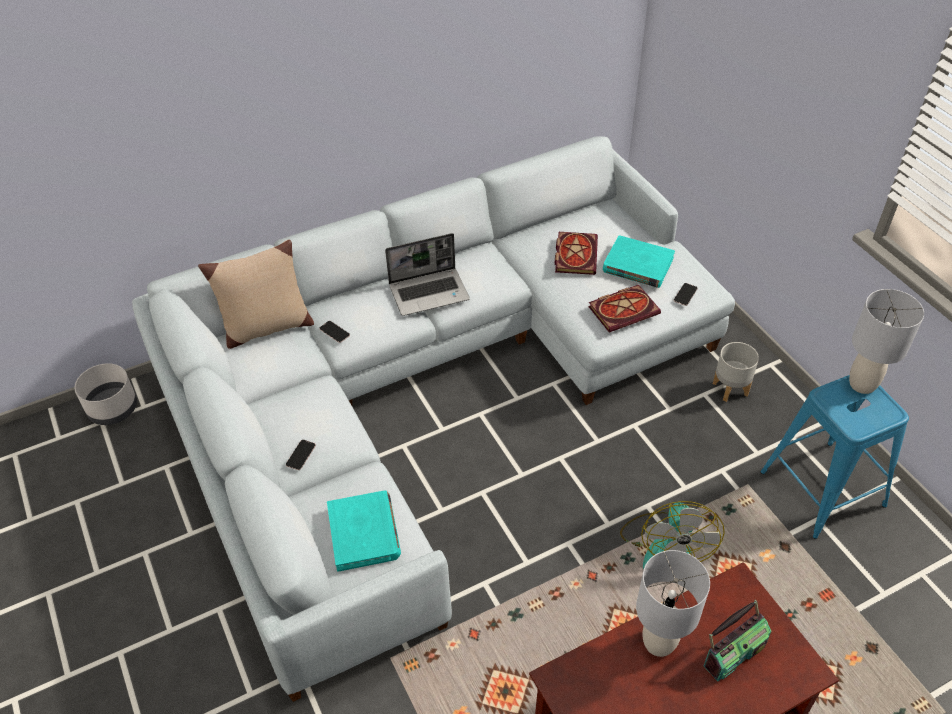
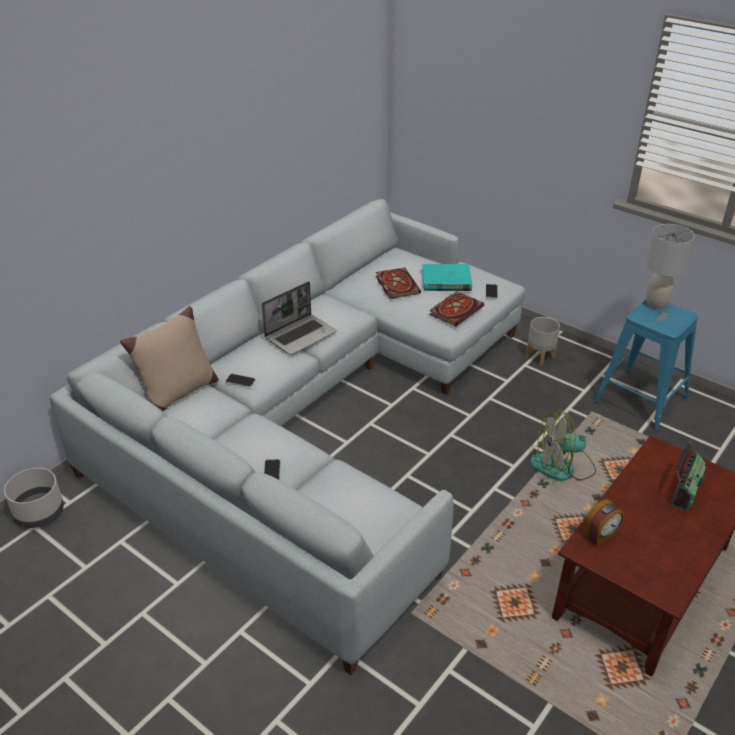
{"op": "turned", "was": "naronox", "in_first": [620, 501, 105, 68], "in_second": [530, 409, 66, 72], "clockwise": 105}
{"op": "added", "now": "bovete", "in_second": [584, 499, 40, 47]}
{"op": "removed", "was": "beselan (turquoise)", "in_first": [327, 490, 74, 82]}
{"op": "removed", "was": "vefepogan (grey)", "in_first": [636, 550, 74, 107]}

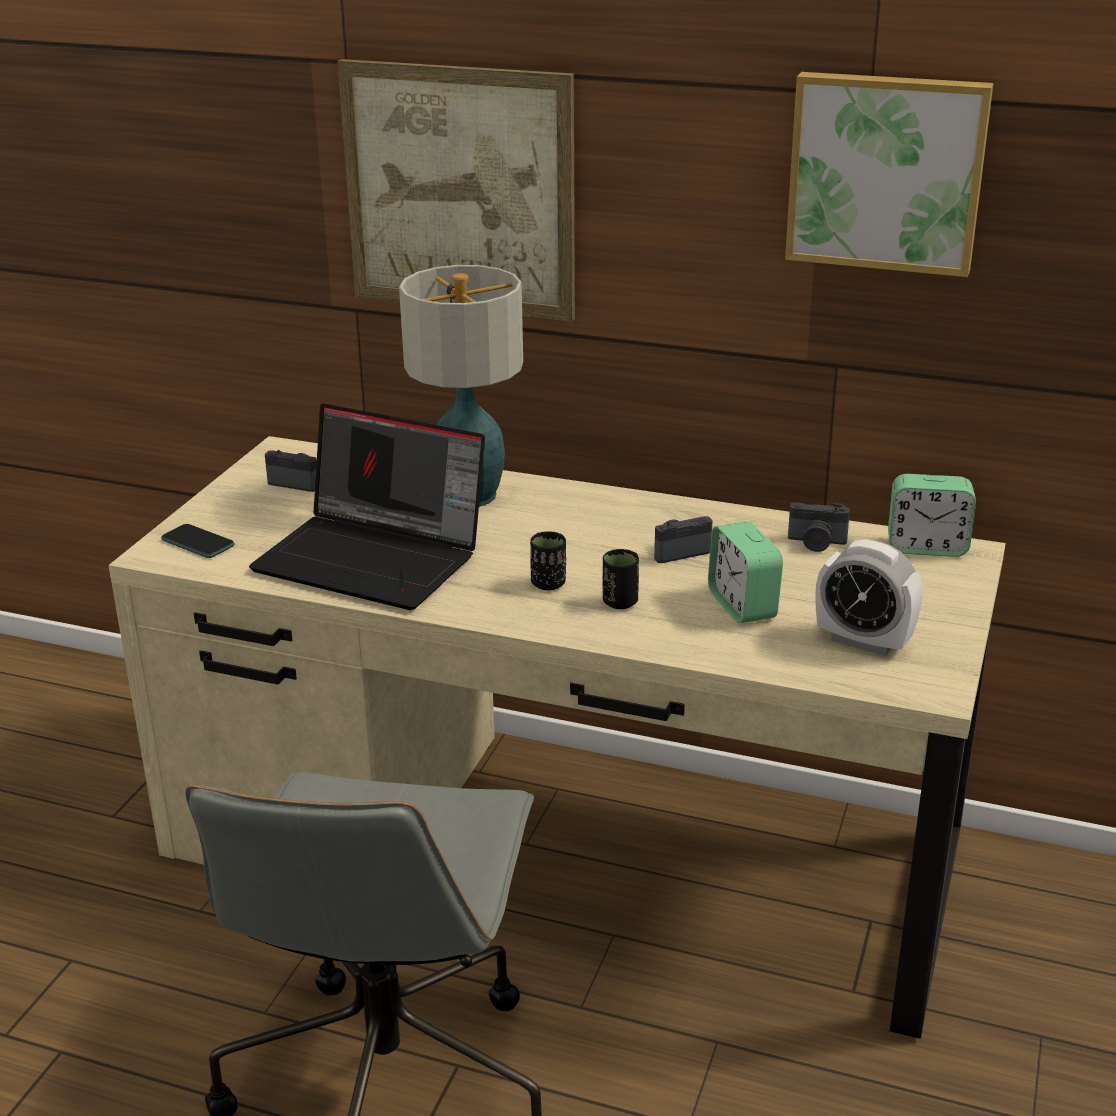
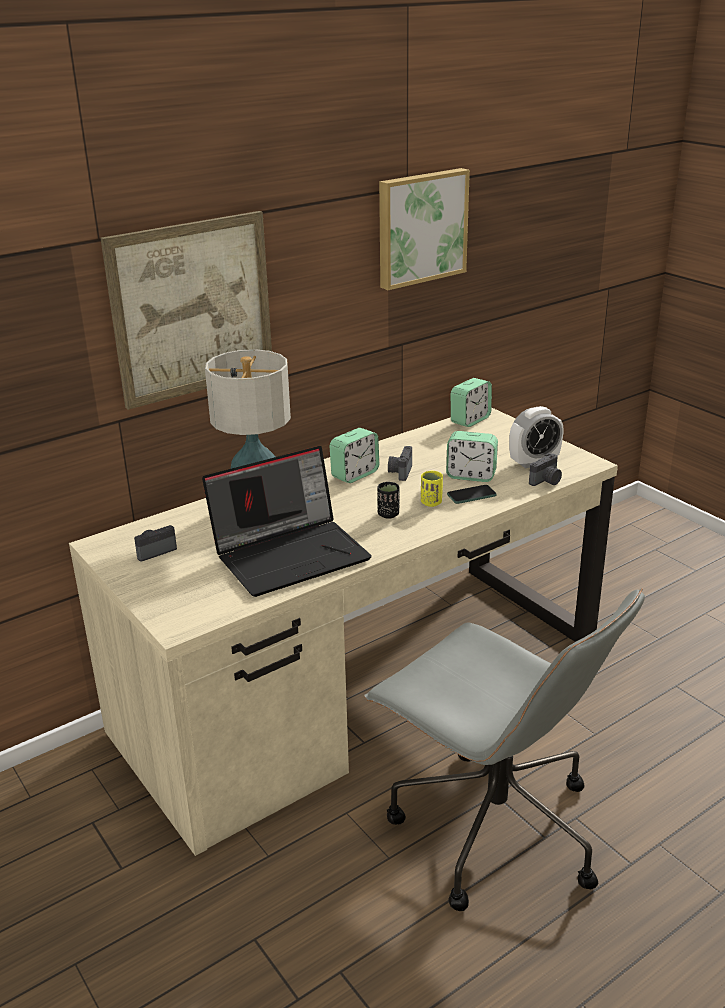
{"op": "added", "now": "bovete", "in_second": [330, 428, 49, 55]}
{"op": "recoloured", "was": "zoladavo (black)", "now": "zoladavo (yellow)", "in_first": [602, 549, 37, 60], "in_second": [421, 471, 22, 36]}
{"op": "moved", "was": "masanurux", "in_first": [161, 524, 74, 34], "in_second": [447, 485, 50, 19]}
{"op": "moved", "was": "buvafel", "in_first": [788, 502, 62, 50], "in_second": [529, 453, 33, 33]}

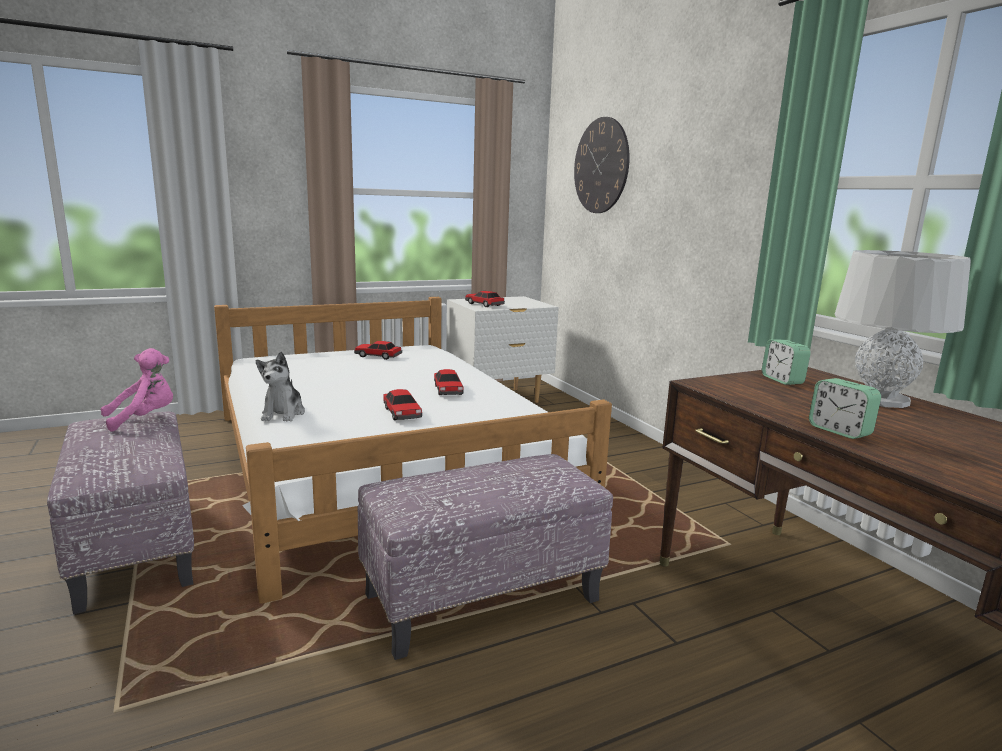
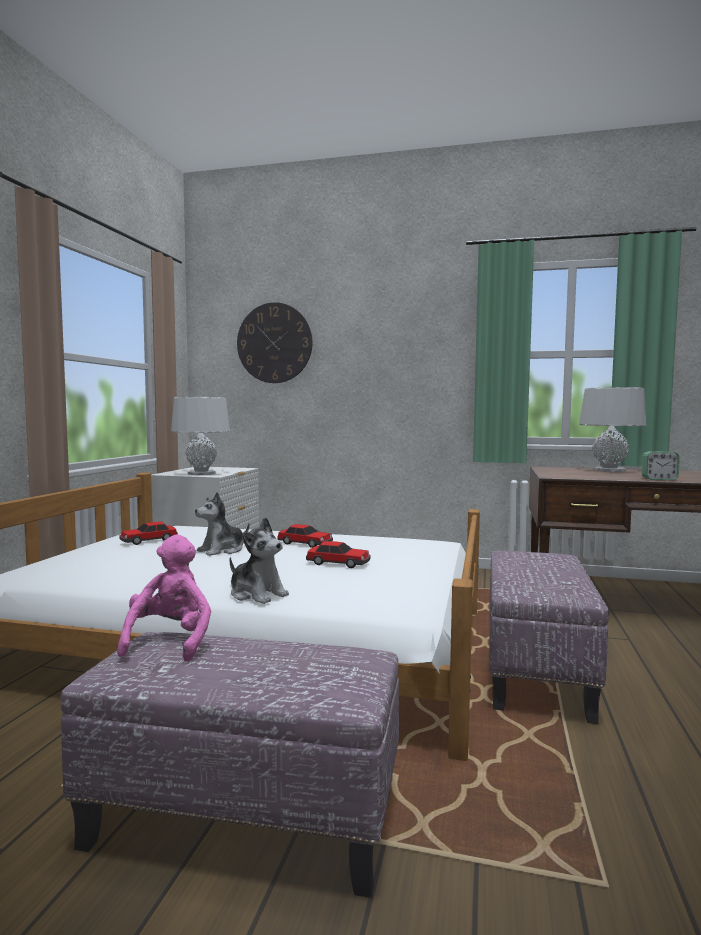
{"op": "replaced", "was": "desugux", "now": "vefepogan (grey)", "in_first": [465, 291, 40, 16], "in_second": [171, 397, 59, 78]}
{"op": "added", "now": "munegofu", "in_second": [195, 492, 55, 64]}
{"op": "removed", "was": "bovete", "in_first": [762, 339, 49, 46]}

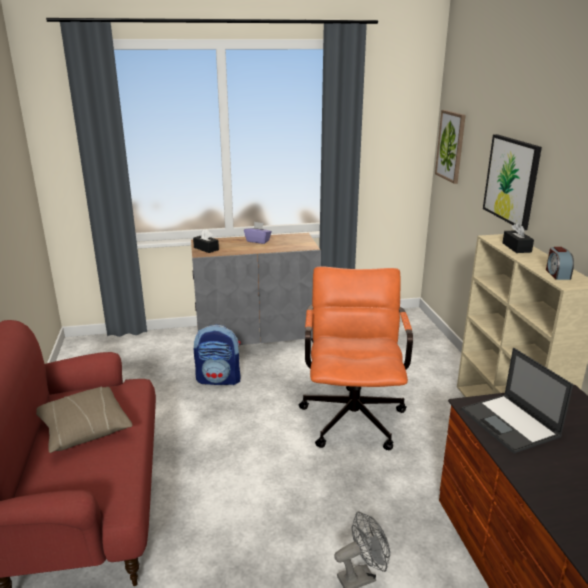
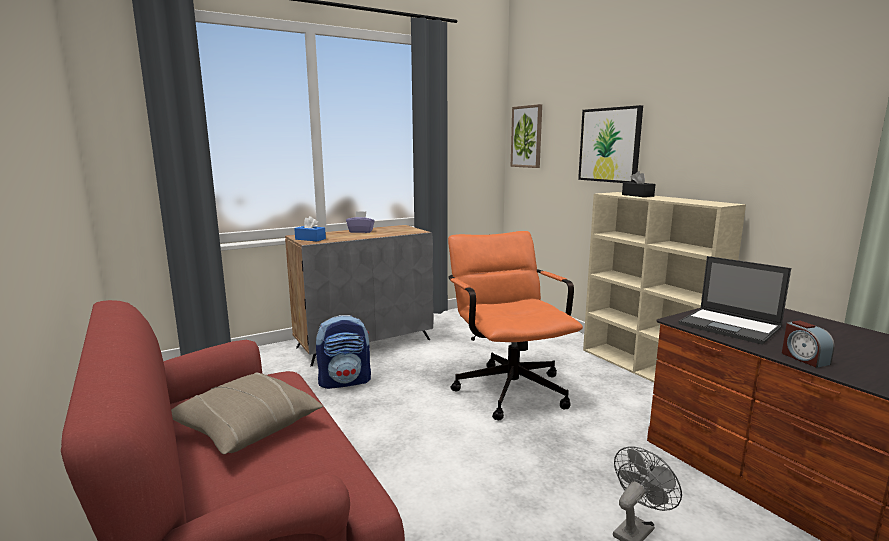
{"op": "recoloured", "was": "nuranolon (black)", "now": "nuranolon (blue)", "in_first": [193, 229, 26, 24], "in_second": [294, 216, 32, 25]}
{"op": "moved", "was": "bovete", "in_first": [546, 247, 28, 33], "in_second": [782, 320, 53, 48]}

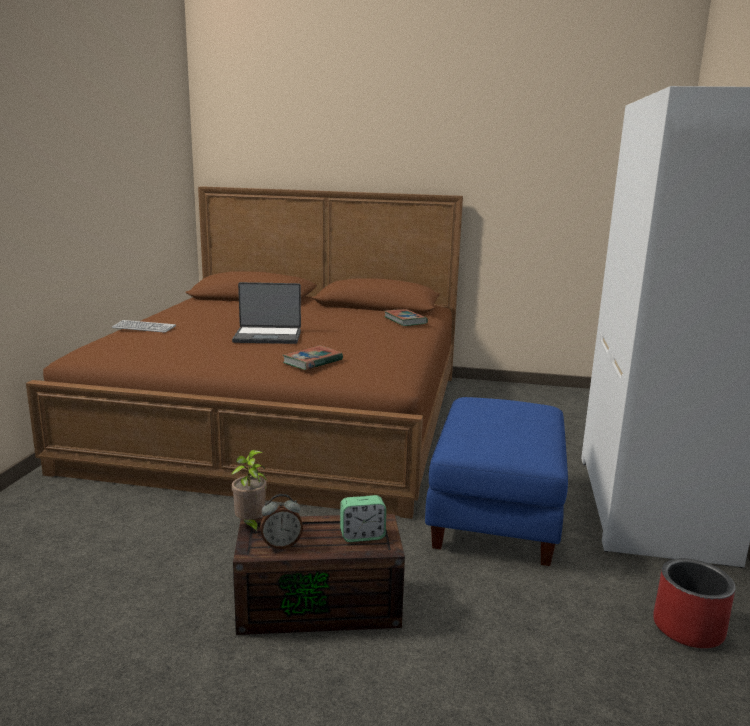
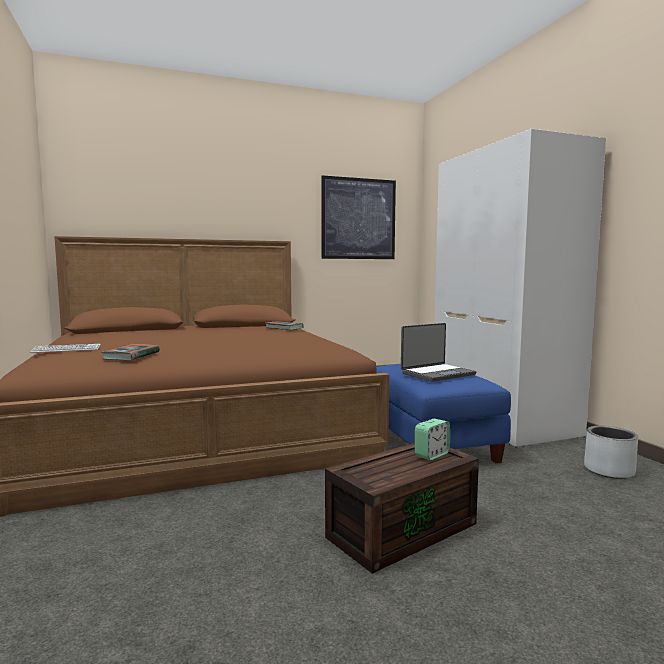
{"op": "moved", "was": "beselan", "in_first": [283, 345, 60, 25], "in_second": [102, 344, 58, 16]}
{"op": "added", "now": "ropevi", "in_second": [321, 175, 75, 84]}
{"op": "moved", "was": "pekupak", "in_first": [232, 282, 69, 62], "in_second": [401, 323, 75, 59]}
{"op": "recoloured", "was": "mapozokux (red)", "now": "mapozokux (grey)", "in_first": [653, 558, 83, 90], "in_second": [584, 426, 54, 53]}
{"op": "removed", "was": "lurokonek", "in_first": [230, 450, 37, 85]}
{"op": "removed", "was": "bovete", "in_first": [260, 494, 43, 55]}

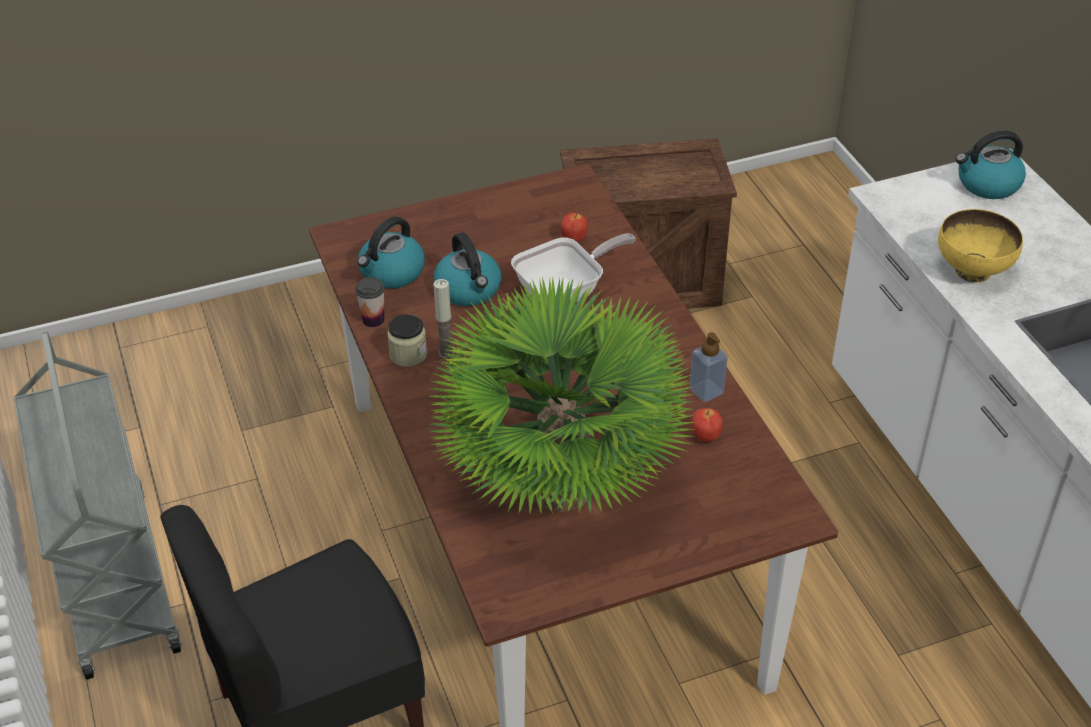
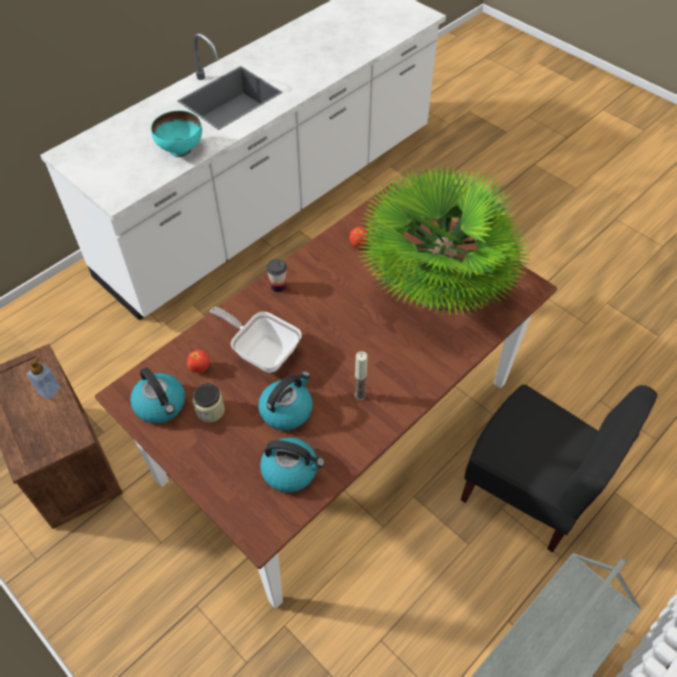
{"op": "moved", "was": "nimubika", "in_first": [689, 332, 39, 70], "in_second": [27, 356, 34, 44]}
{"op": "moved", "was": "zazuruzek", "in_first": [956, 130, 70, 69], "in_second": [130, 367, 55, 56]}
{"op": "recoloured", "was": "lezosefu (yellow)", "now": "lezosefu (turquoise)", "in_first": [938, 209, 85, 74], "in_second": [151, 111, 51, 46]}
{"op": "moved", "was": "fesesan", "in_first": [387, 314, 40, 53], "in_second": [193, 383, 32, 39]}
{"op": "moved", "was": "zoladavo", "in_first": [355, 277, 30, 50], "in_second": [266, 259, 21, 33]}

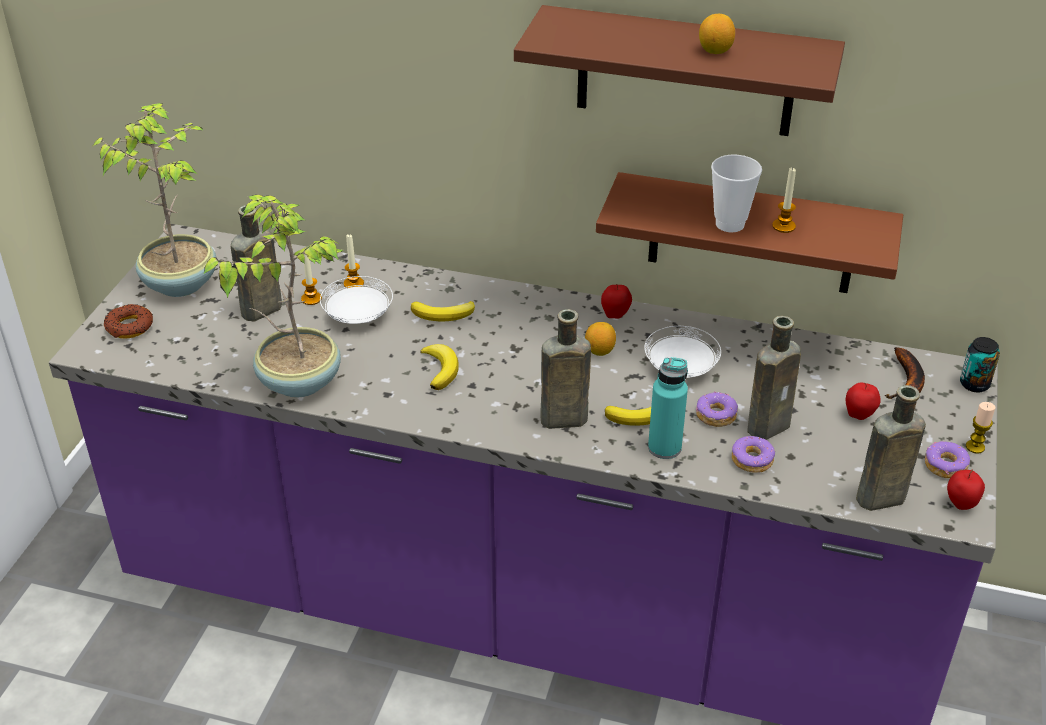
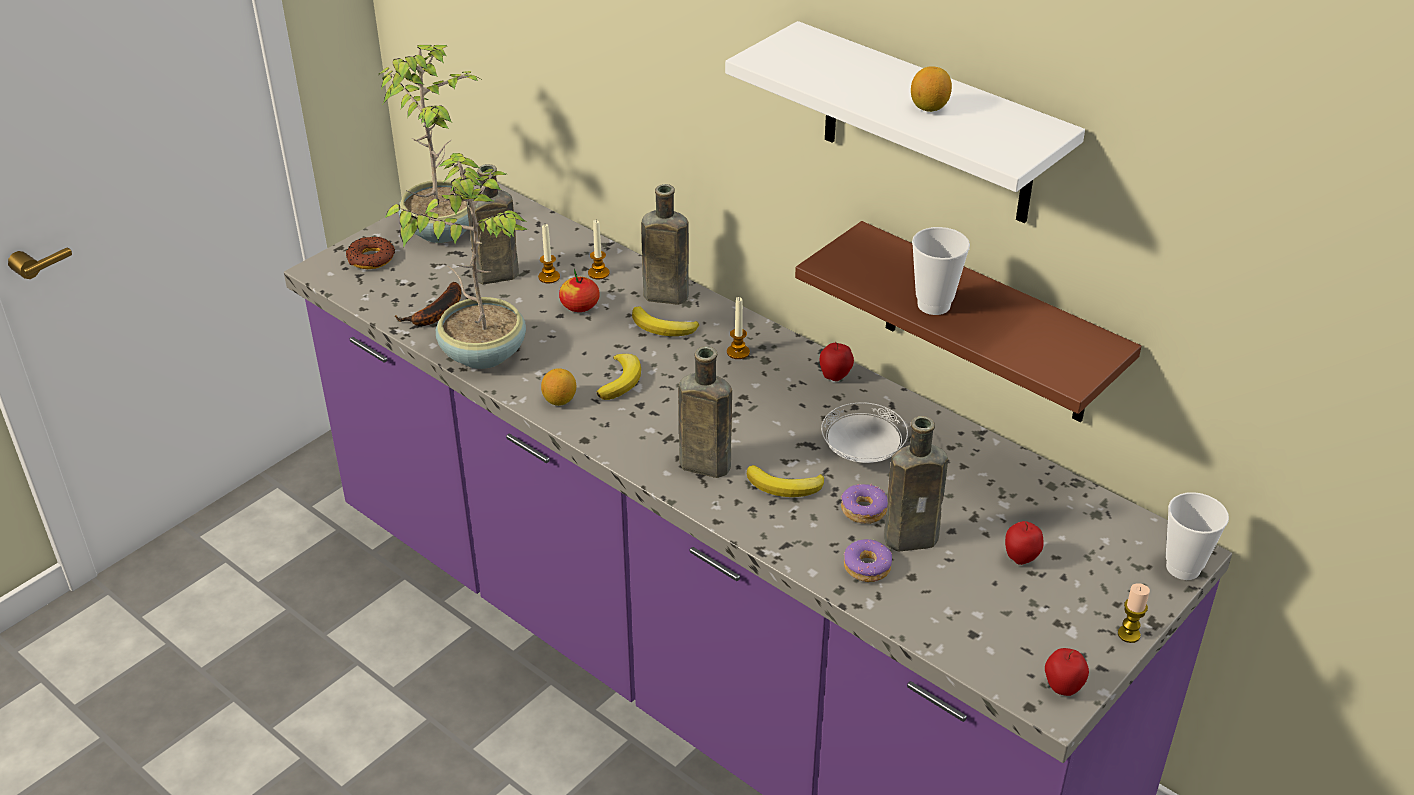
{"op": "moved", "was": "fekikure", "in_first": [885, 347, 40, 52], "in_second": [395, 282, 66, 44]}
{"op": "moved", "was": "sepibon", "in_first": [585, 322, 31, 34], "in_second": [541, 368, 35, 38]}
{"op": "replaced", "was": "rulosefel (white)", "now": "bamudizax", "in_first": [320, 276, 73, 48], "in_second": [559, 269, 41, 43]}
{"op": "moved", "was": "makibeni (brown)", "in_first": [856, 385, 70, 126], "in_second": [641, 184, 48, 121]}
{"op": "recoloured", "was": "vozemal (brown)", "now": "vozemal (white)", "in_first": [514, 5, 331, 131], "in_second": [725, 21, 360, 202]}
{"op": "moved", "was": "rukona", "in_first": [772, 168, 24, 65], "in_second": [727, 297, 23, 62]}
{"op": "replaced", "was": "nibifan", "now": "zoladavo", "in_first": [960, 337, 40, 55], "in_second": [1166, 492, 63, 88]}
{"op": "removed", "was": "makibeni (turquoise)", "in_first": [648, 357, 40, 102]}
{"op": "removed", "was": "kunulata", "in_first": [925, 441, 45, 37]}

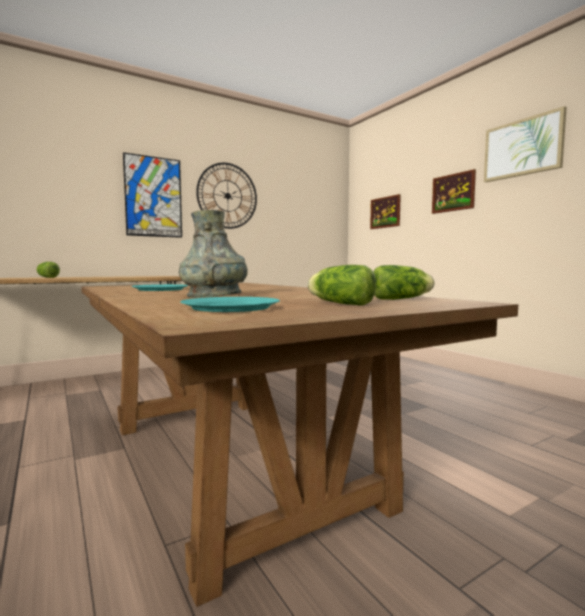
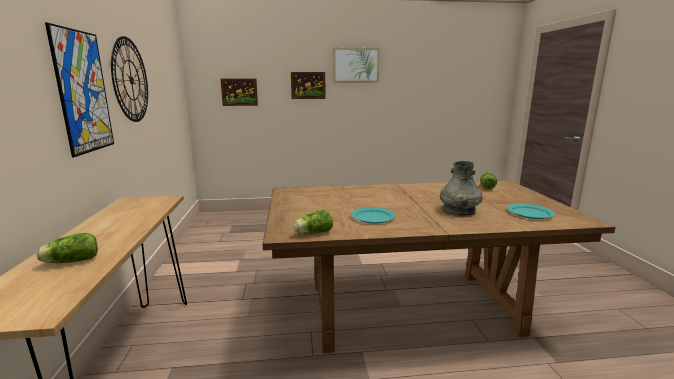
{"op": "moved", "was": "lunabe", "in_first": [307, 265, 69, 41], "in_second": [293, 210, 40, 24]}

